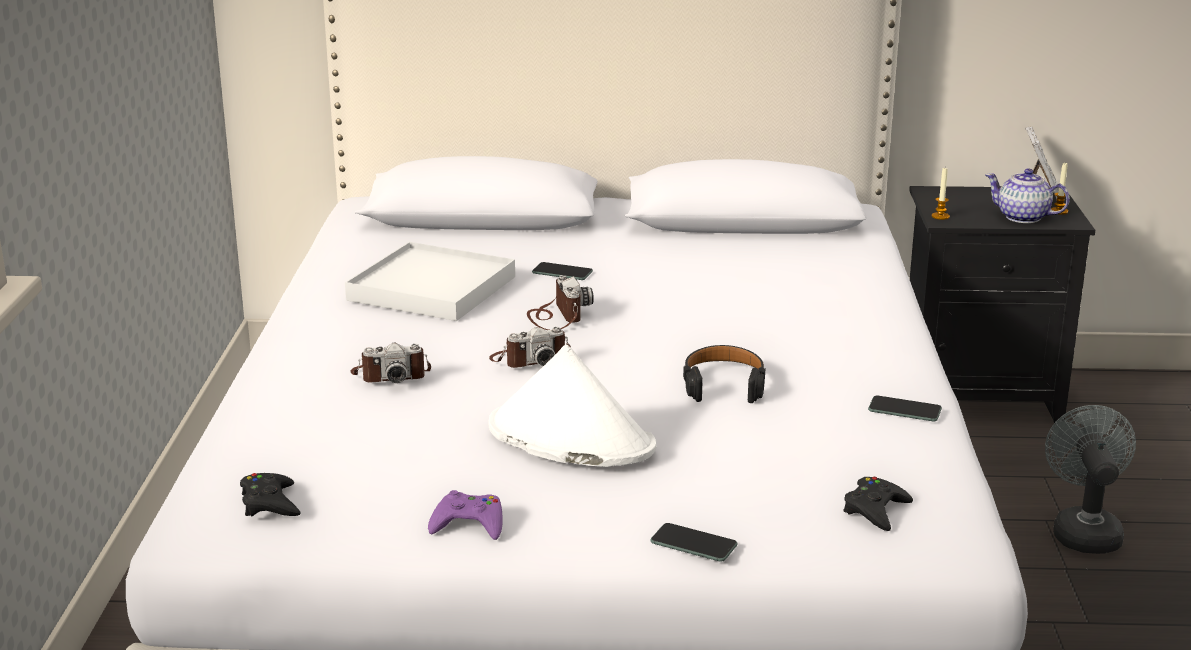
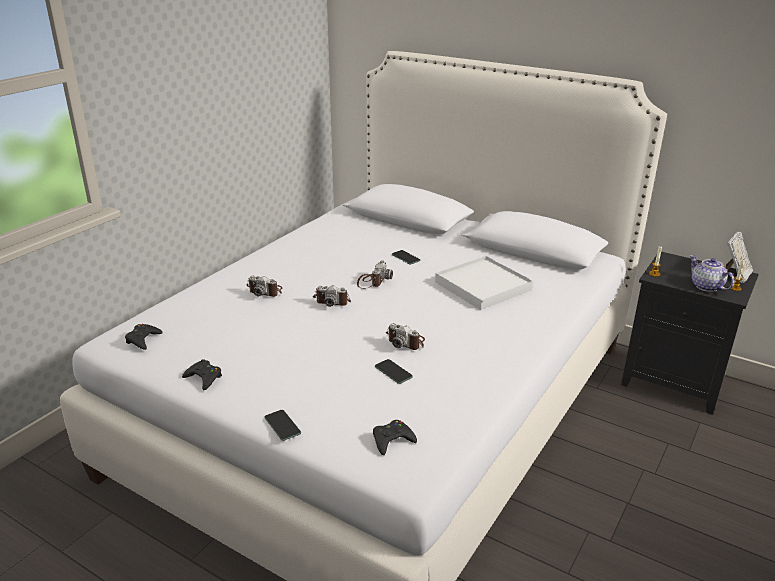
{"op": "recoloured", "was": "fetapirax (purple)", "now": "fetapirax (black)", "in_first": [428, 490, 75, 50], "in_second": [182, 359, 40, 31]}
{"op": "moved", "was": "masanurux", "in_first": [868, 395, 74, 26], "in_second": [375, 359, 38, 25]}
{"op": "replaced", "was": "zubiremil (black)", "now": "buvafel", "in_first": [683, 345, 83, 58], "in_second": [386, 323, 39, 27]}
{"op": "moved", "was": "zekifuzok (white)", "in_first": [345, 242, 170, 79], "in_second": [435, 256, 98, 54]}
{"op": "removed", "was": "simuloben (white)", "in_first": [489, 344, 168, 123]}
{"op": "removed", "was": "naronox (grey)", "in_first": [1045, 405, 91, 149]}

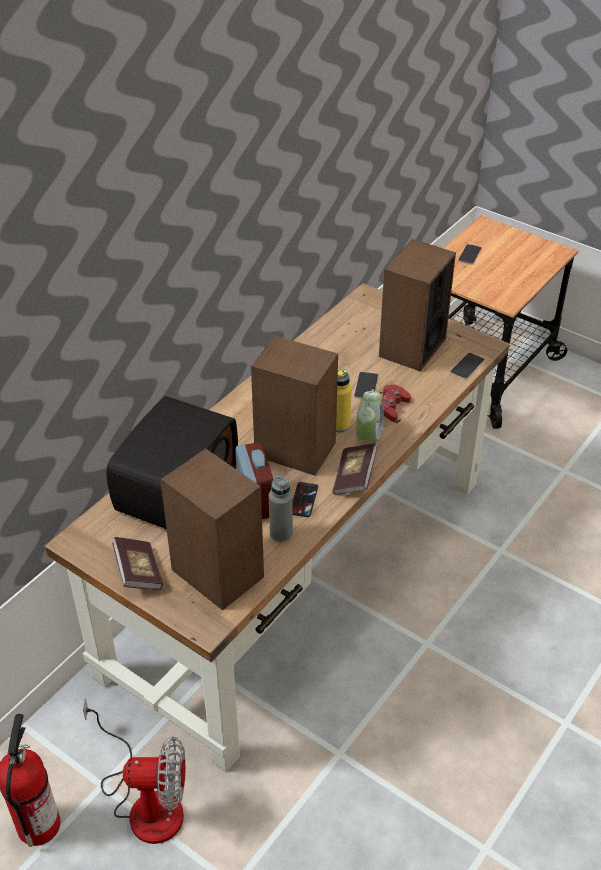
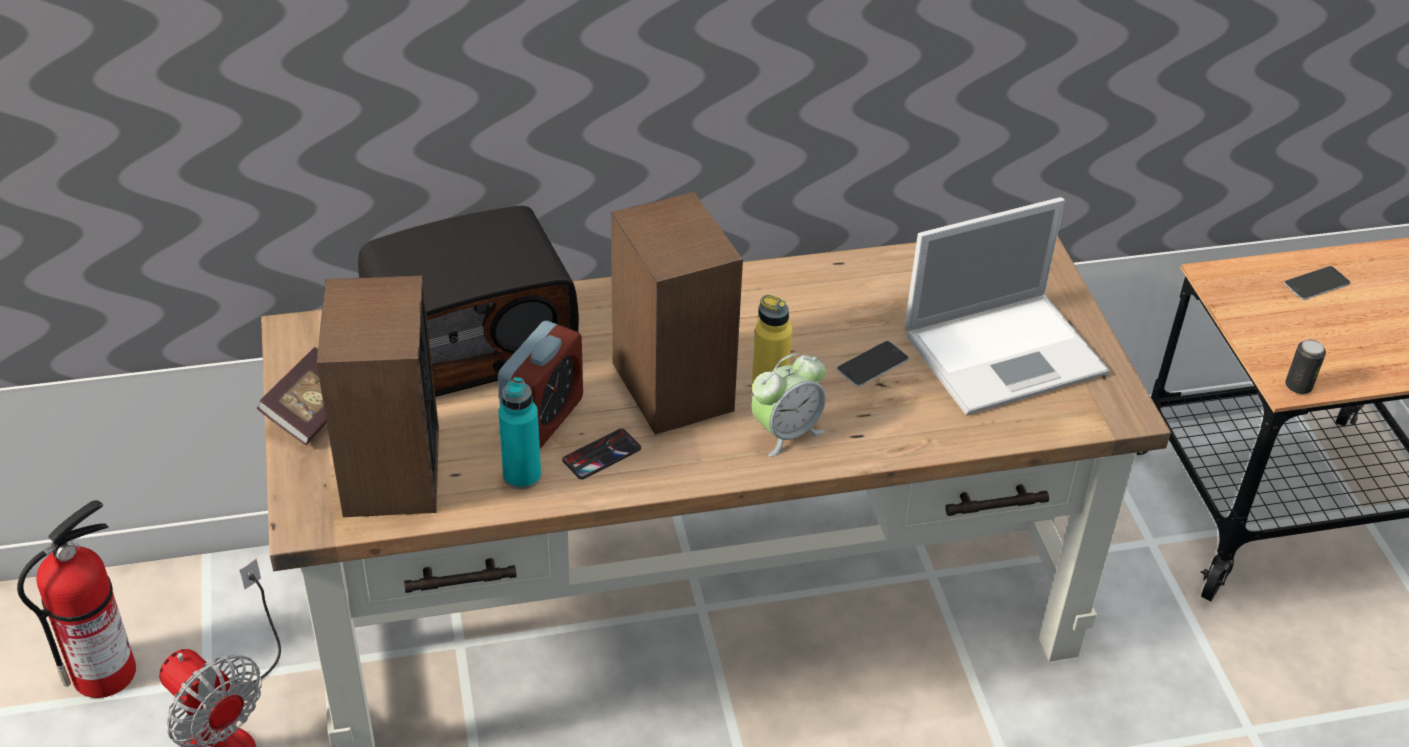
{"op": "recoloured", "was": "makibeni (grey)", "now": "makibeni (turquoise)", "in_first": [269, 475, 24, 67], "in_second": [499, 377, 42, 113]}
{"op": "replaced", "was": "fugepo", "now": "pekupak", "in_first": [379, 239, 77, 133], "in_second": [905, 197, 205, 218]}
{"op": "added", "now": "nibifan", "in_second": [1285, 339, 41, 55]}
{"op": "removed", "was": "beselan", "in_first": [332, 443, 46, 52]}
{"op": "removed", "was": "fetapirax (red)", "in_first": [381, 385, 30, 37]}
{"op": "removed", "was": "masanurux", "in_first": [450, 353, 35, 26]}

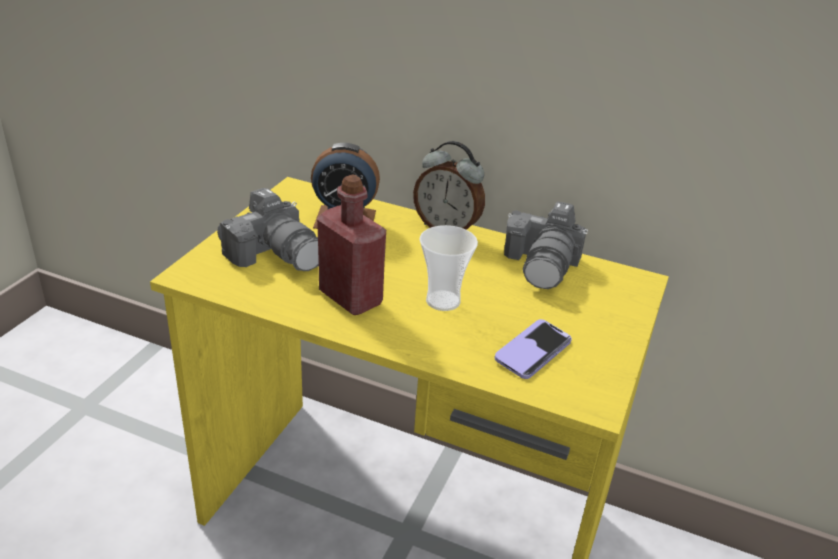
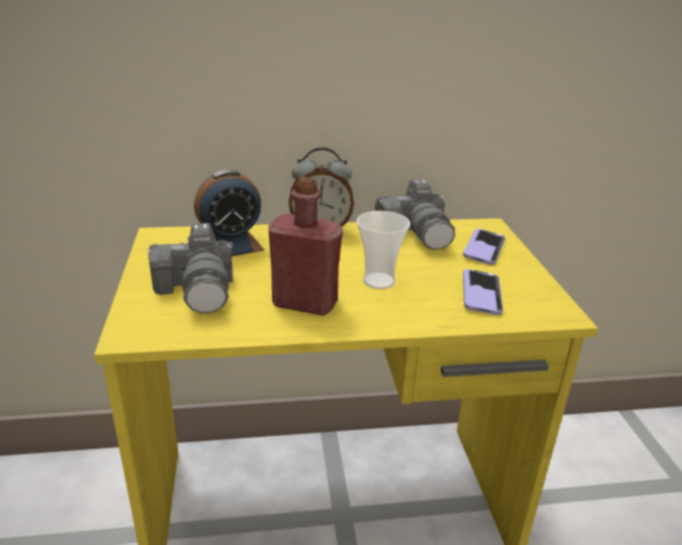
{"op": "turned", "was": "buvafel", "in_first": [217, 188, 102, 83], "in_second": [147, 223, 86, 91], "clockwise": 60}
{"op": "added", "now": "masanurux", "in_second": [463, 229, 42, 36]}

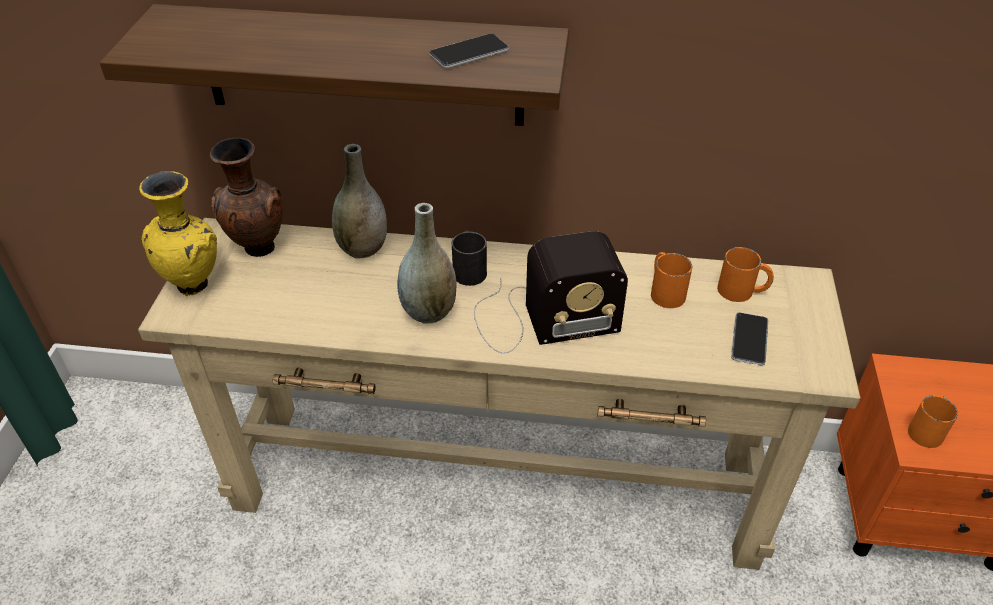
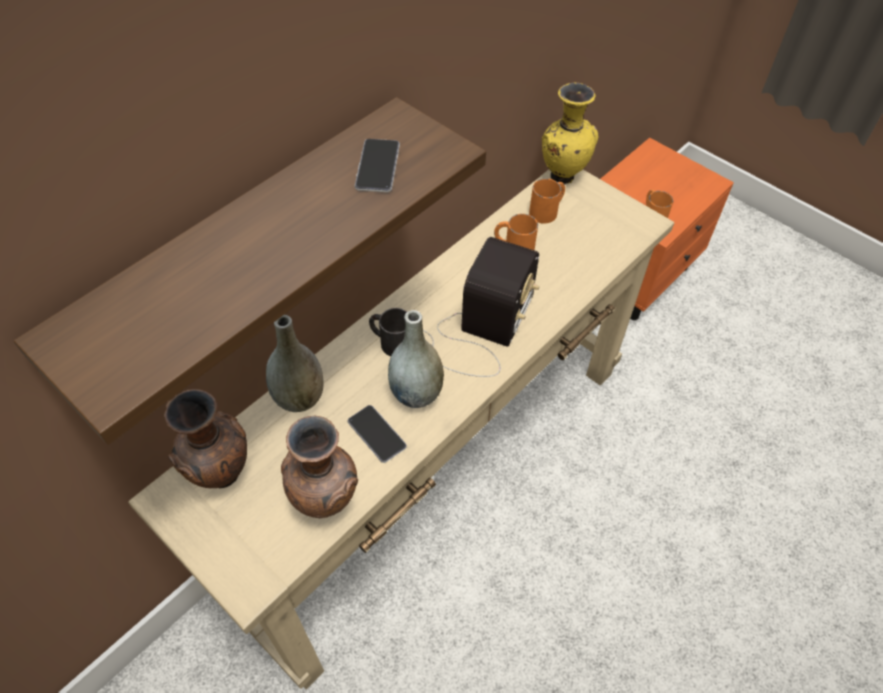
{"op": "added", "now": "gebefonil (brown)", "in_second": [281, 415, 77, 103]}
{"op": "moved", "was": "masanurux", "in_first": [731, 313, 37, 52], "in_second": [348, 405, 59, 58]}
{"op": "moved", "was": "gebefonil (yellow)", "in_first": [139, 171, 78, 125], "in_second": [542, 83, 56, 101]}

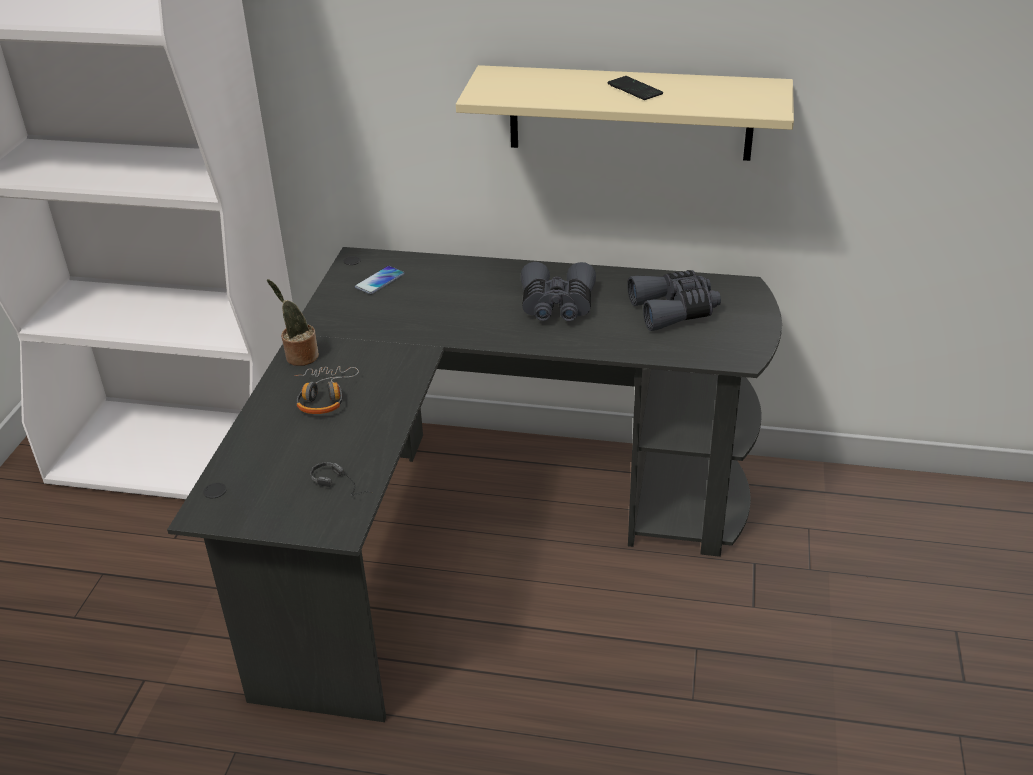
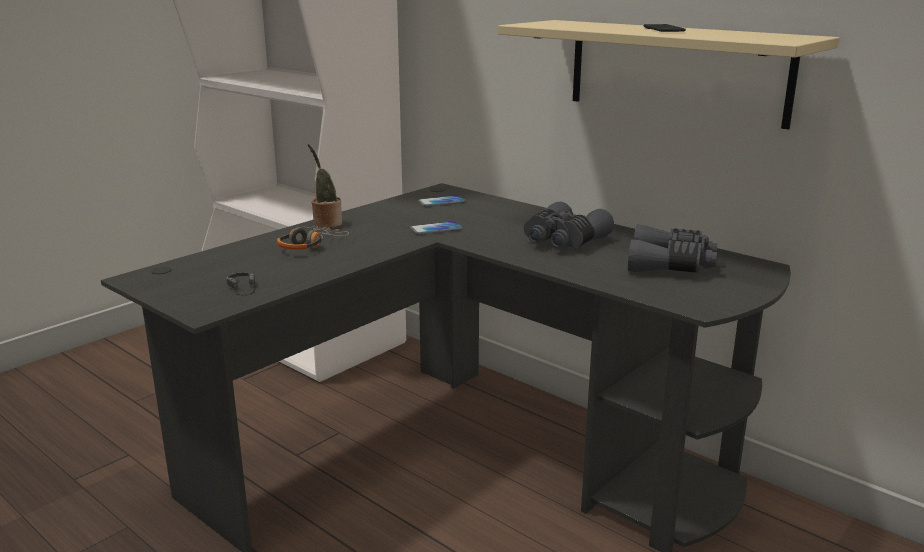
{"op": "added", "now": "masanurux", "in_second": [410, 221, 52, 14]}

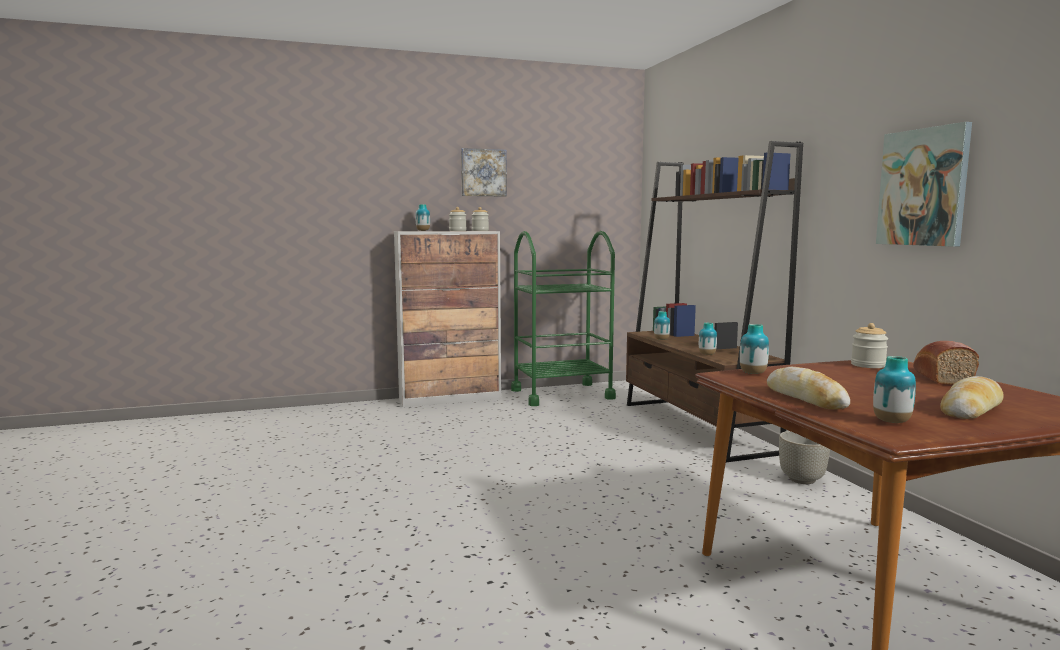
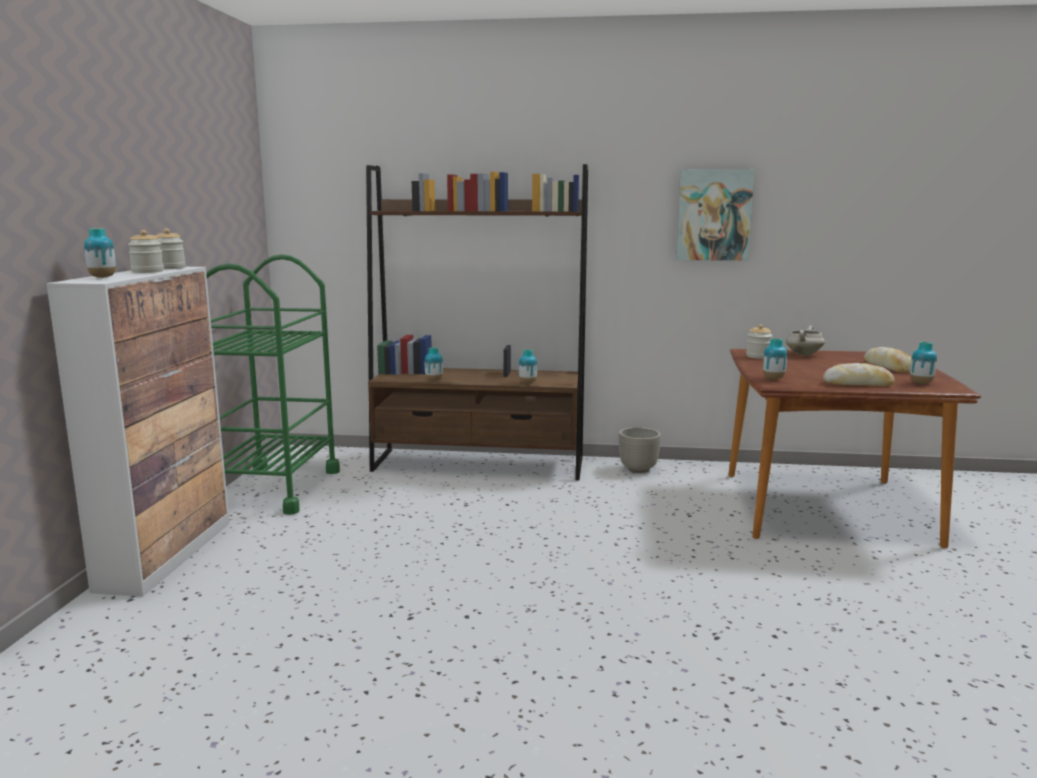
{"op": "replaced", "was": "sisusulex", "now": "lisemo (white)", "in_first": [913, 341, 66, 44], "in_second": [786, 326, 39, 29]}
{"op": "removed", "was": "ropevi", "in_first": [461, 148, 46, 49]}

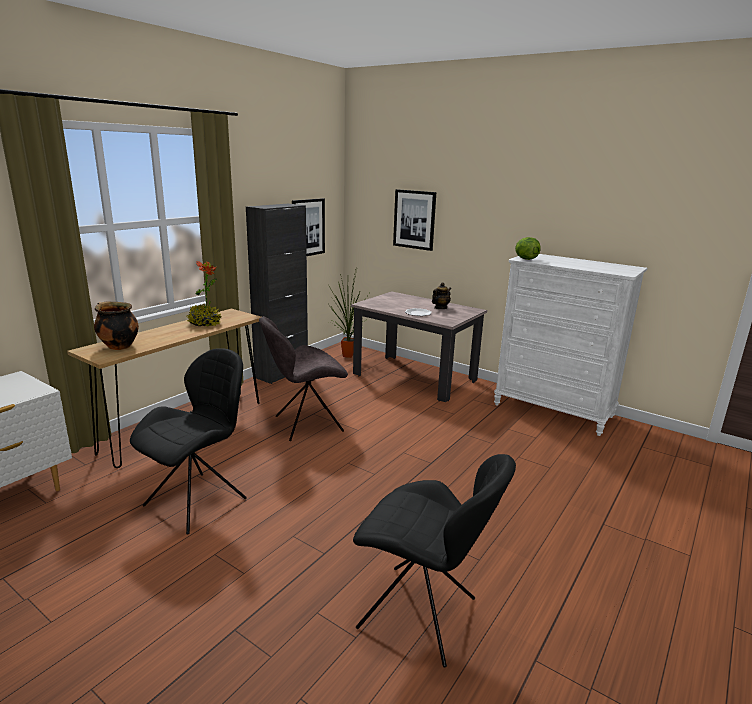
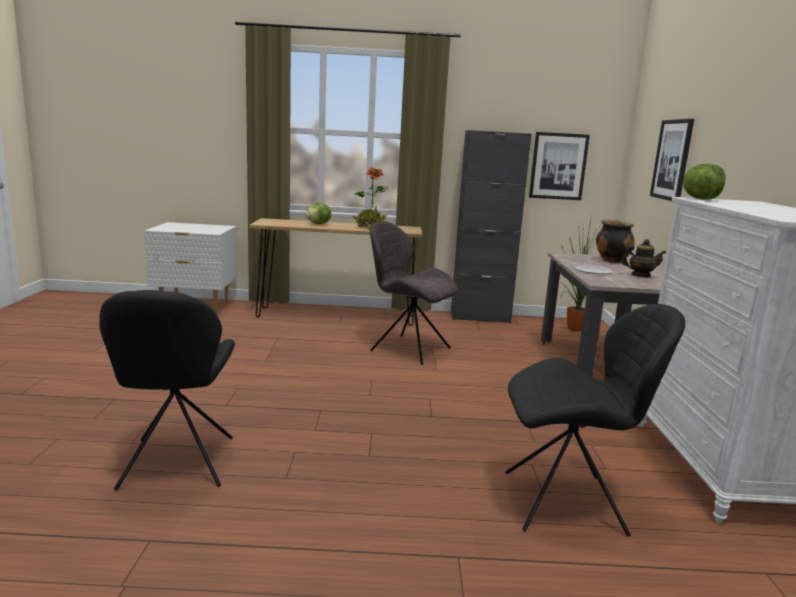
{"op": "added", "now": "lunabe", "in_second": [305, 203, 26, 21]}
{"op": "moved", "was": "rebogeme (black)", "in_first": [130, 348, 117, 187], "in_second": [505, 304, 180, 233]}
{"op": "moved", "was": "lisemo", "in_first": [94, 302, 45, 48], "in_second": [596, 219, 39, 44]}

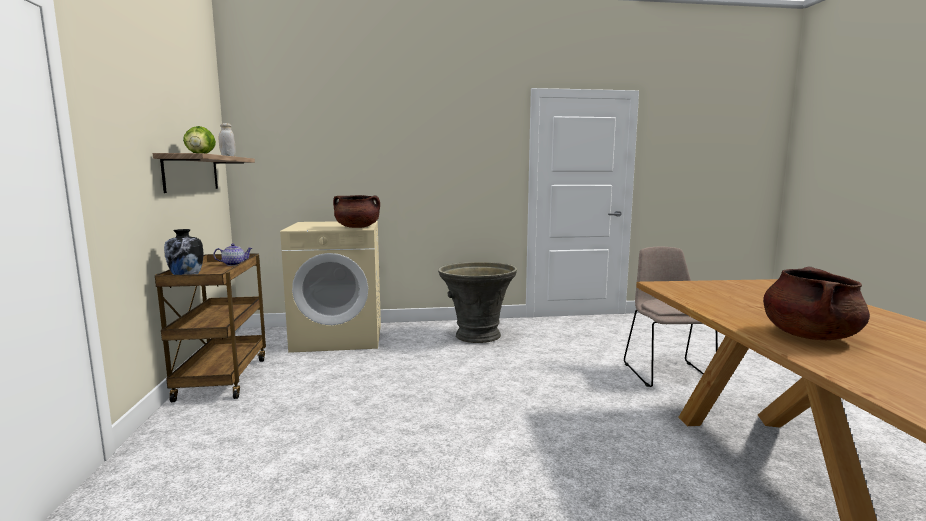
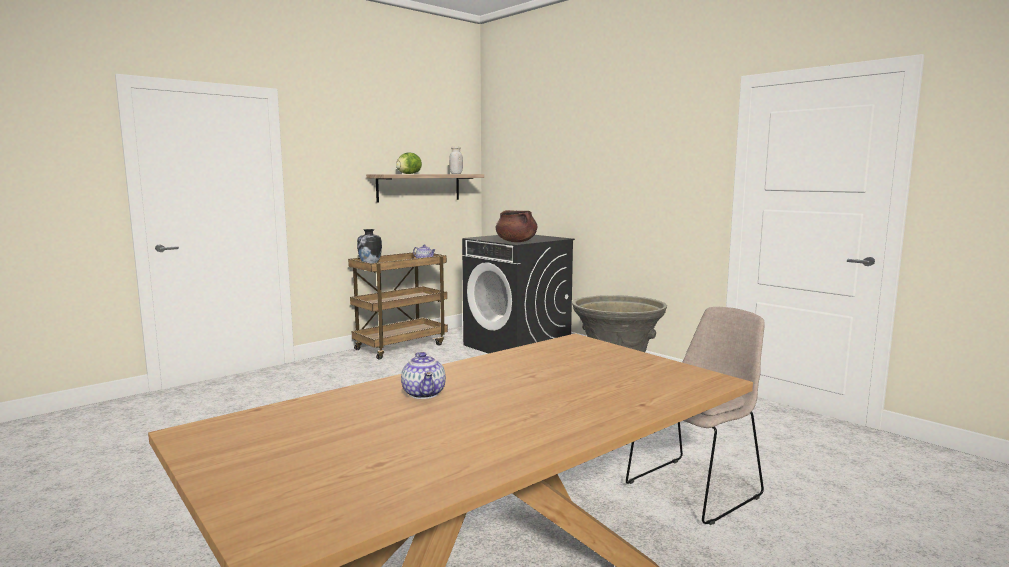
{"op": "replaced", "was": "lisemo (brown)", "now": "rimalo", "in_first": [763, 267, 107, 73], "in_second": [401, 352, 45, 47]}
{"op": "recoloured", "was": "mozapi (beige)", "now": "mozapi (black)", "in_first": [280, 221, 101, 132], "in_second": [462, 235, 113, 118]}

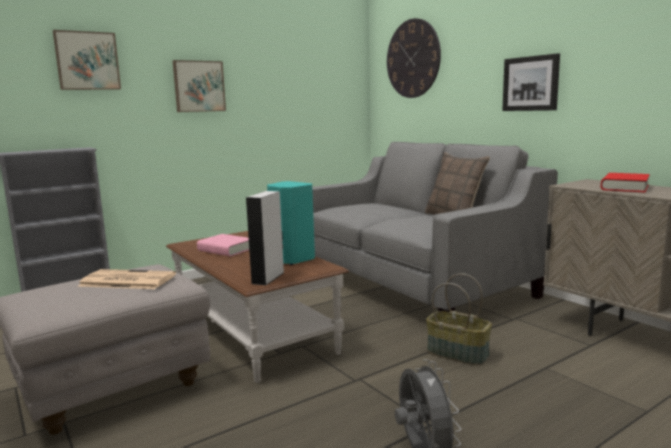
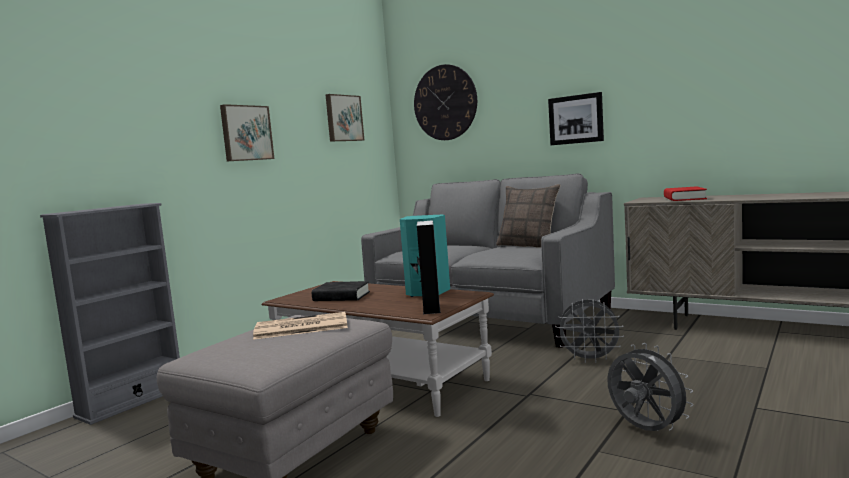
{"op": "recoloured", "was": "beselan (pink)", "now": "beselan (black)", "in_first": [197, 234, 52, 22], "in_second": [312, 281, 58, 20]}
{"op": "moved", "was": "ropevi", "in_first": [53, 30, 68, 60], "in_second": [326, 94, 38, 47]}
{"op": "replaced", "was": "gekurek", "now": "naronox (grey)", "in_first": [426, 274, 66, 91], "in_second": [555, 299, 69, 64]}

